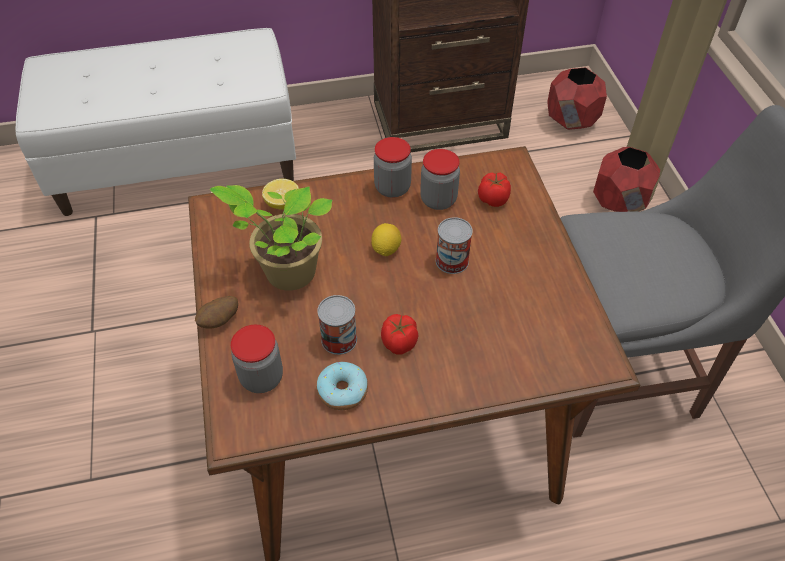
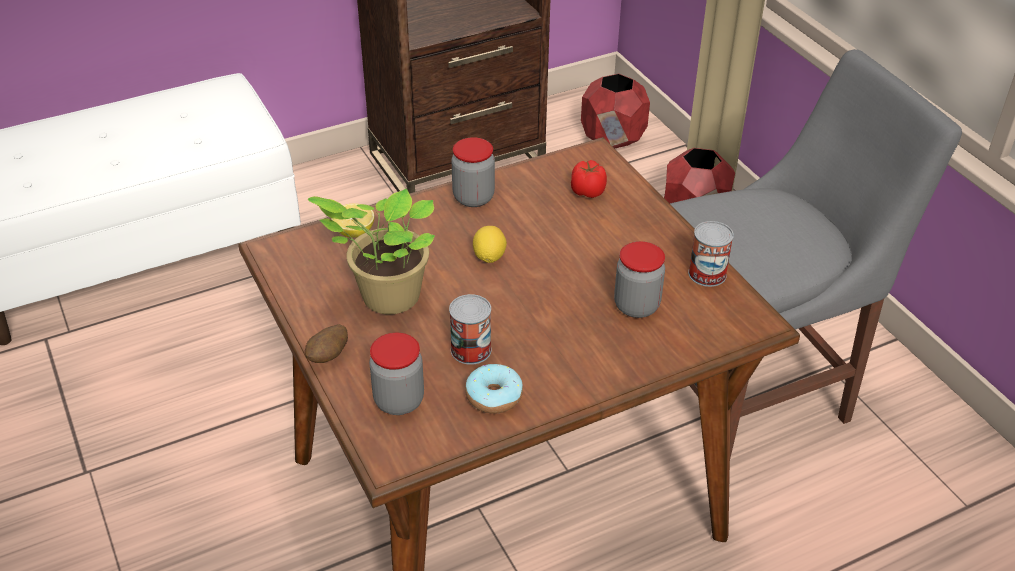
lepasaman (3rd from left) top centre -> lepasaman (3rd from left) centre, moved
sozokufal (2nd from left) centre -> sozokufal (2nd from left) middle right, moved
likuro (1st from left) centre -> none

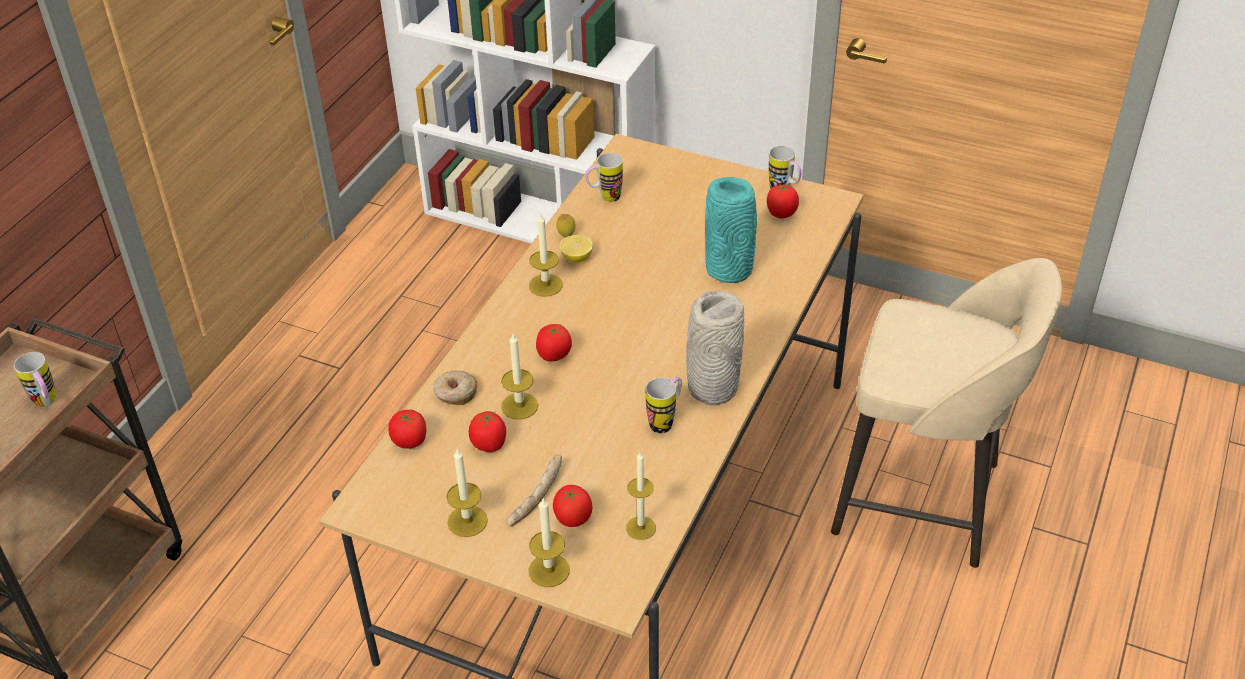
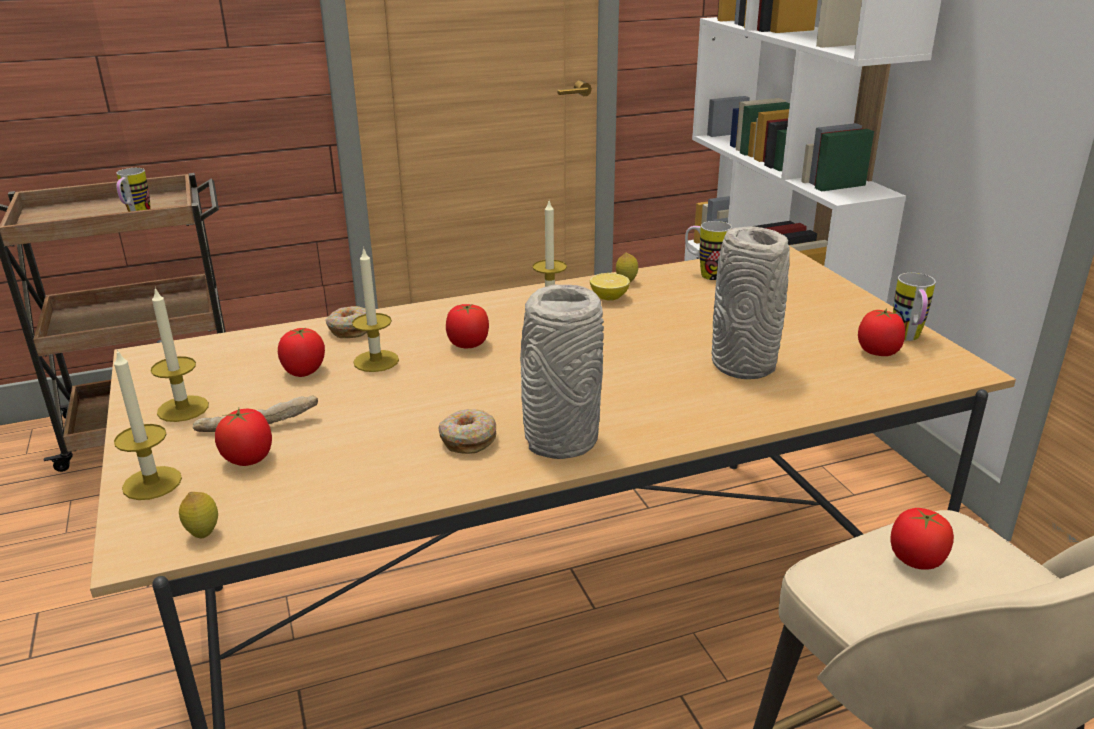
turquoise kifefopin centre -> grey kifefopin (2nd from left) middle right
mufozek (3rd from left) centre -> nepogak (2nd from left) centre
likuro (1st from left in the first image) middle left -> likuro (5th from left) bottom right, moved
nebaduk (5th from left) bottom centre -> none
none -> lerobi (1st from left) bottom left

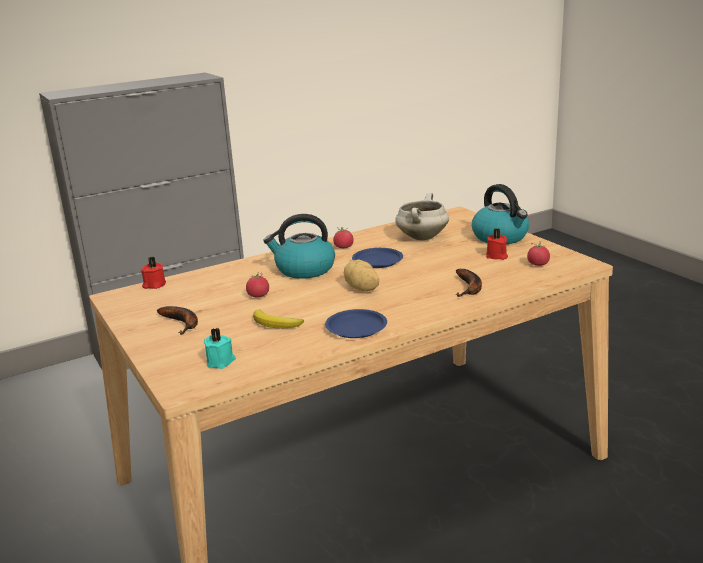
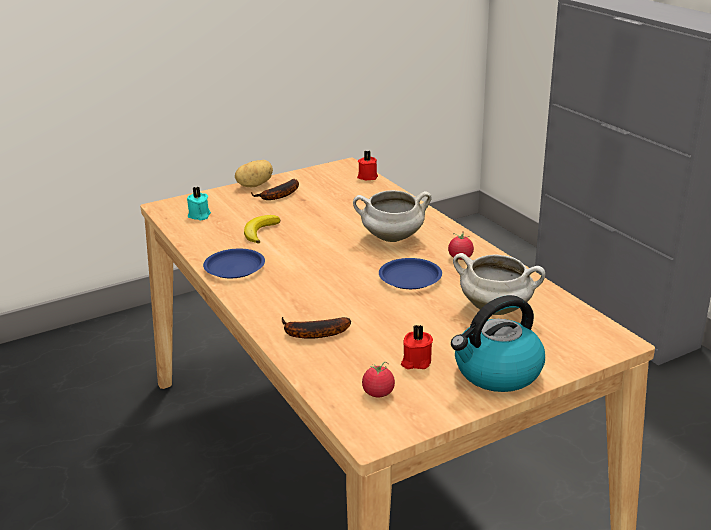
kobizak (1st from left) centre -> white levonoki (1st from left) centre
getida centre -> getida top centre, moved
likuro (1st from left) centre -> none

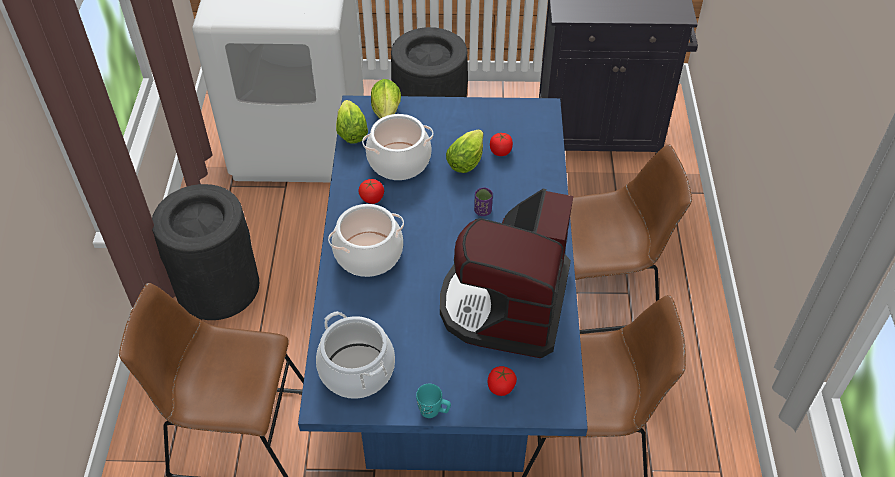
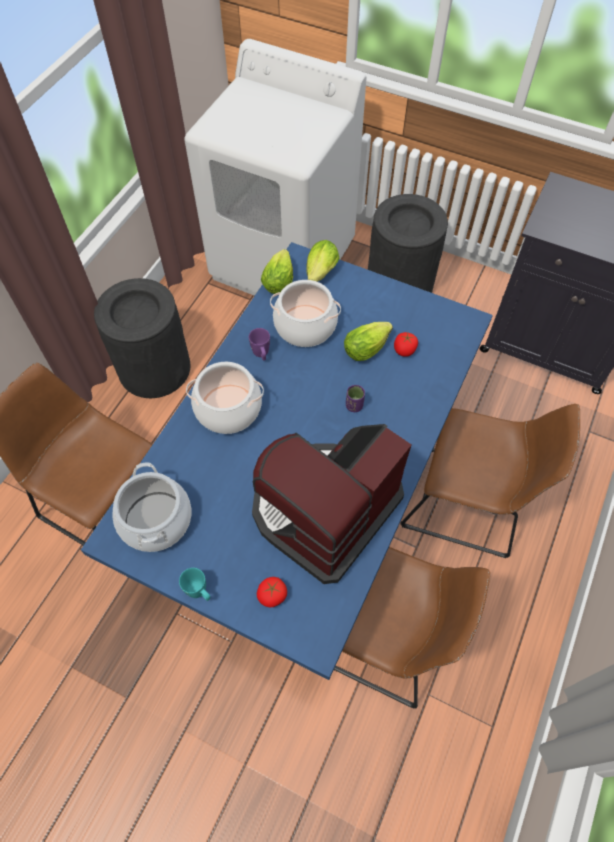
likuro (1st from left) centre -> purple mufozek centre

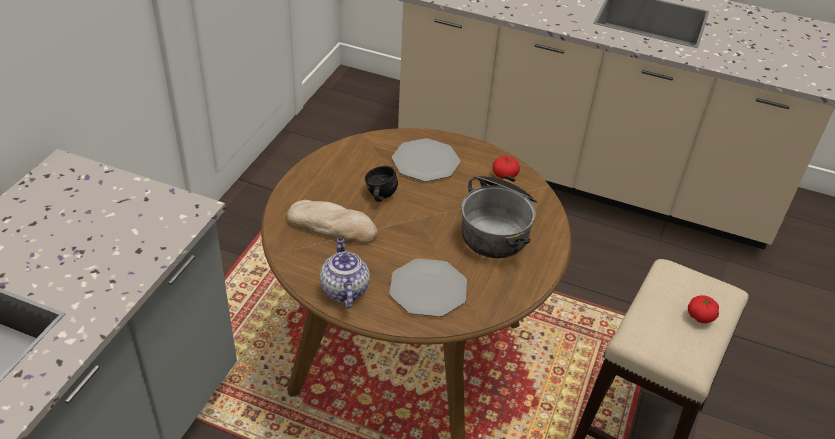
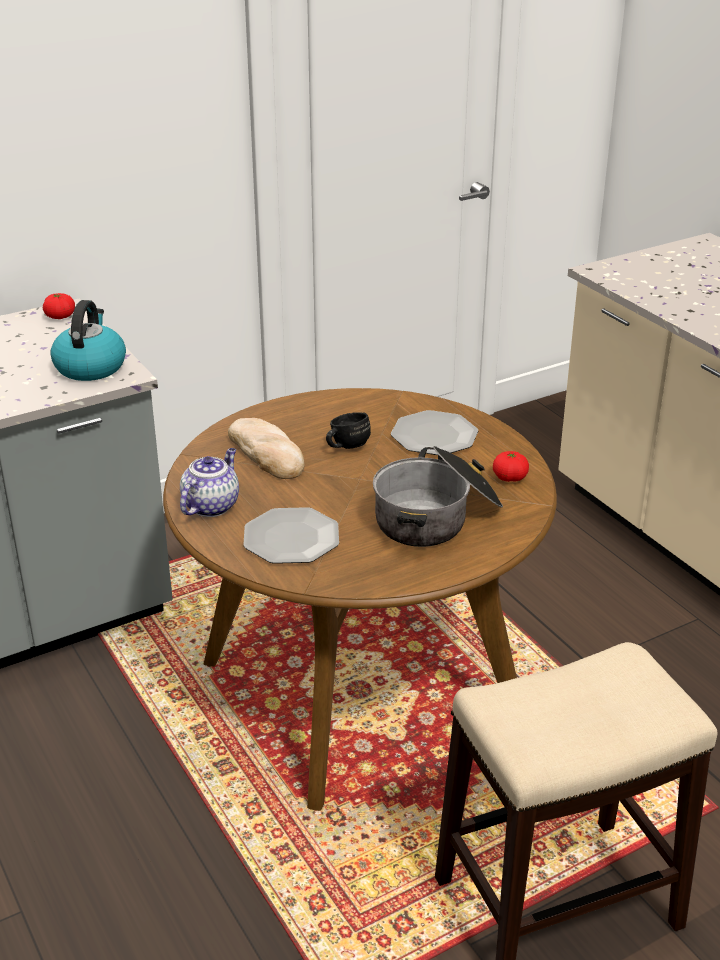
likuro (2nd from left in the first image) bottom right -> likuro (1st from left) top left, moved
none -> kobizak middle left

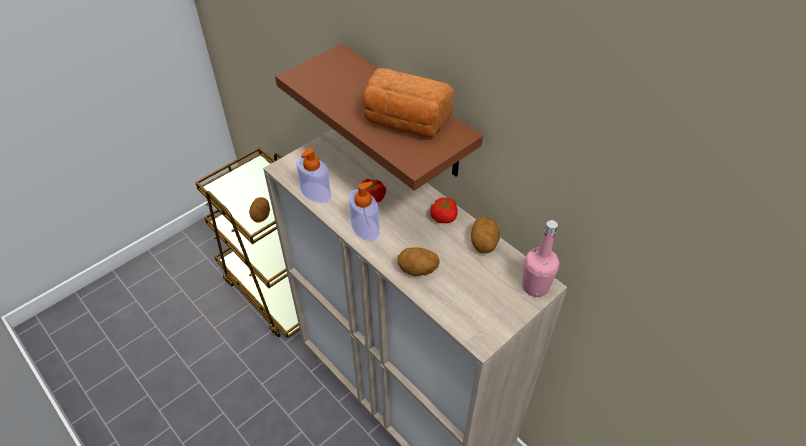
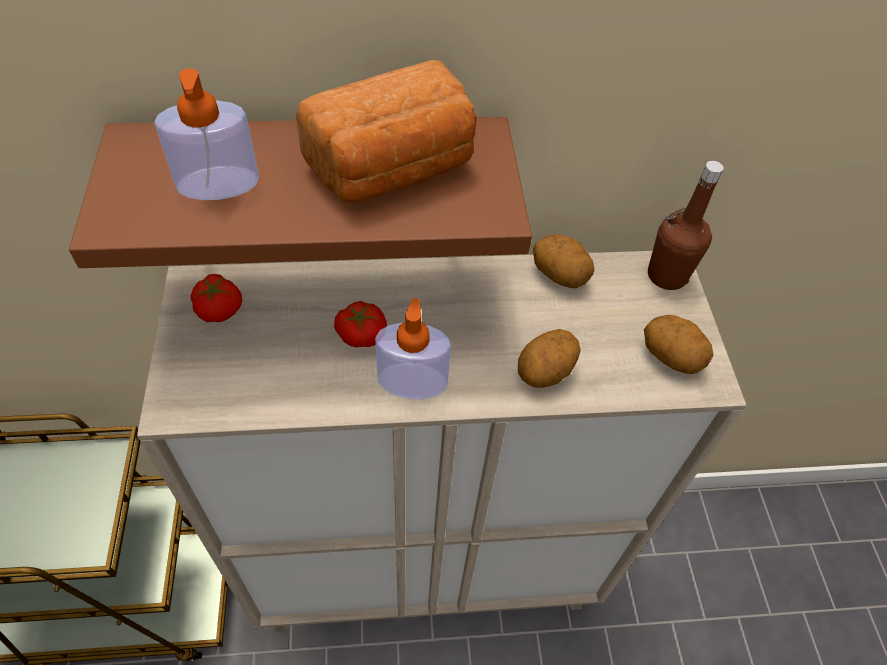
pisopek (1st from left) centre -> pisopek (1st from left) top left, moved
getida (1st from left in the first image) middle left -> getida (3rd from left) middle right, moved
likuro (2nd from left in the first image) centre -> likuro (1st from left) middle left, moved
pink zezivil middle right -> brown zezivil middle right

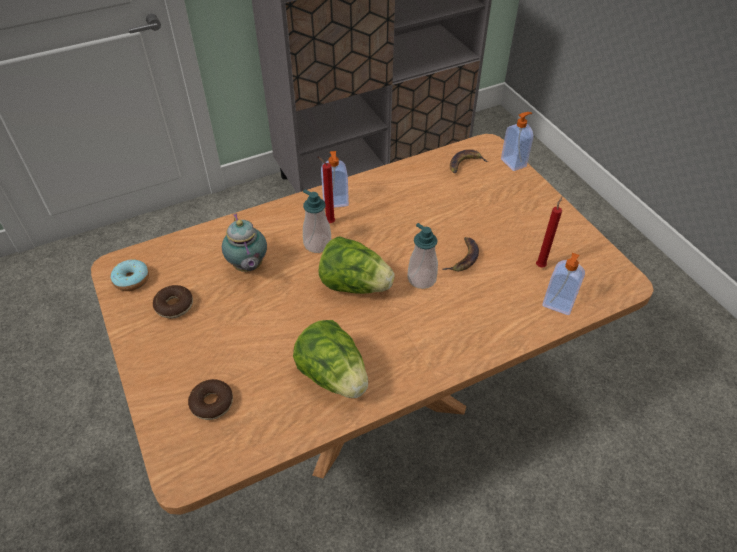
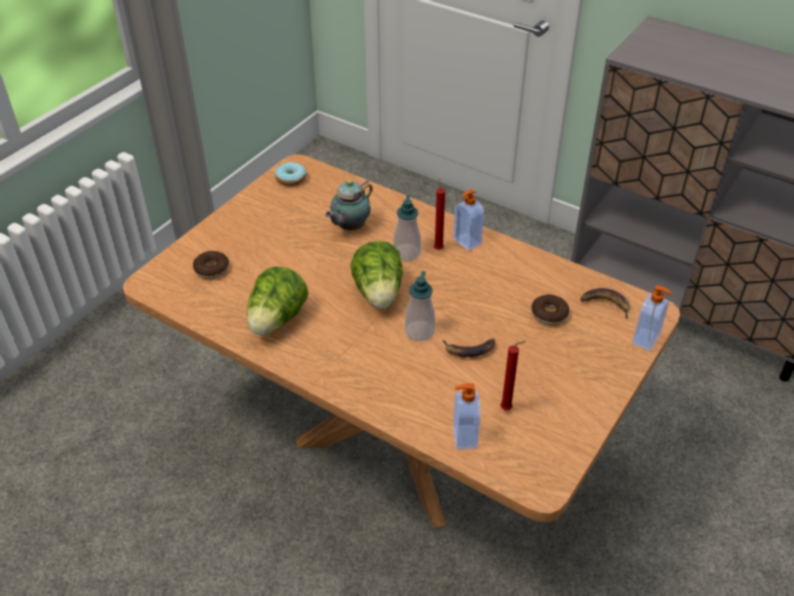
nepogak (2nd from left in the first image) middle left -> nepogak (3rd from left) middle right, moved

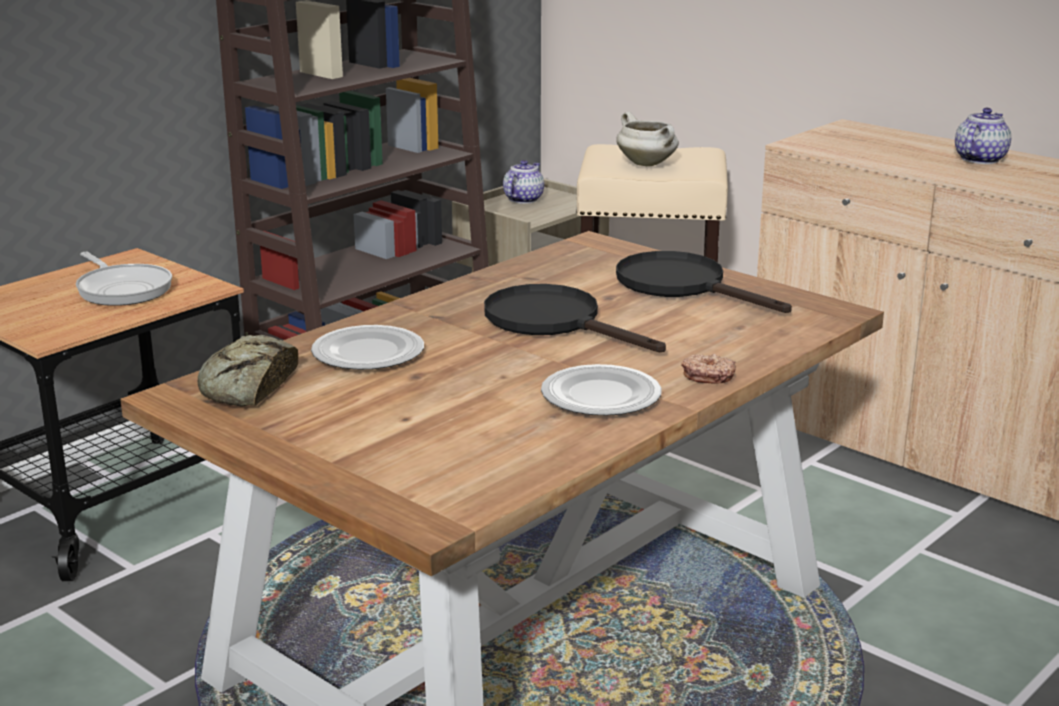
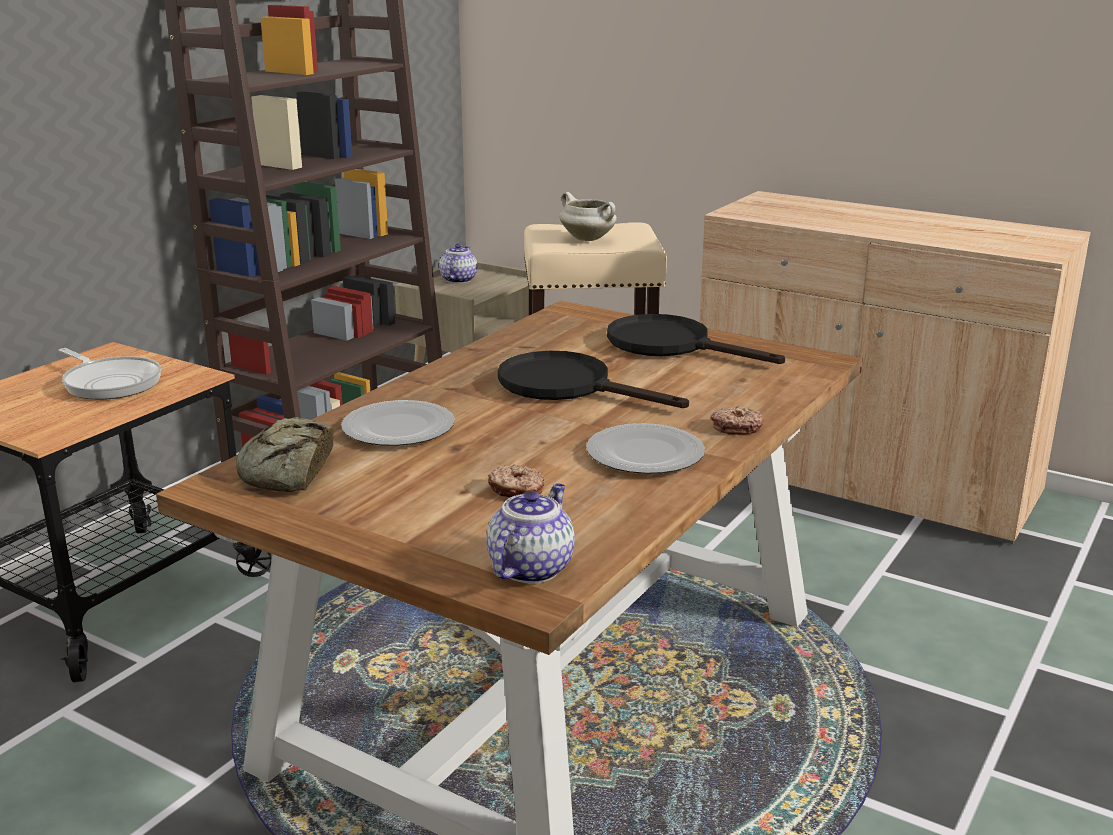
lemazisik (2nd from left) top right -> lemazisik (2nd from left) centre, moved
none -> nepogak (1st from left) centre

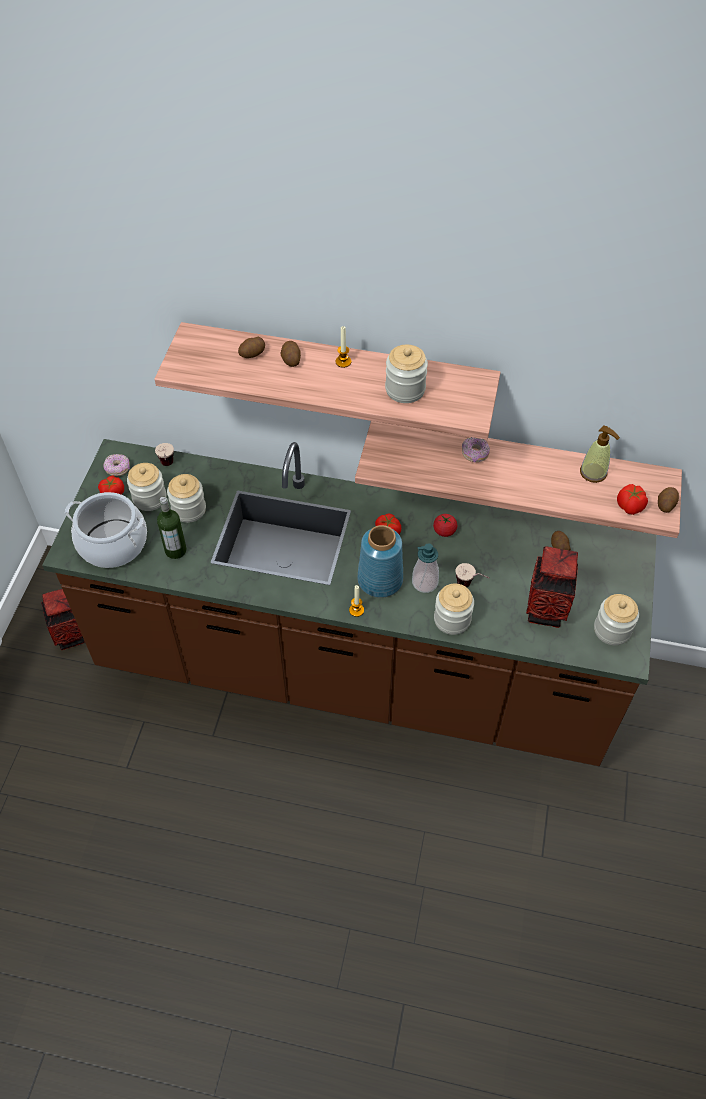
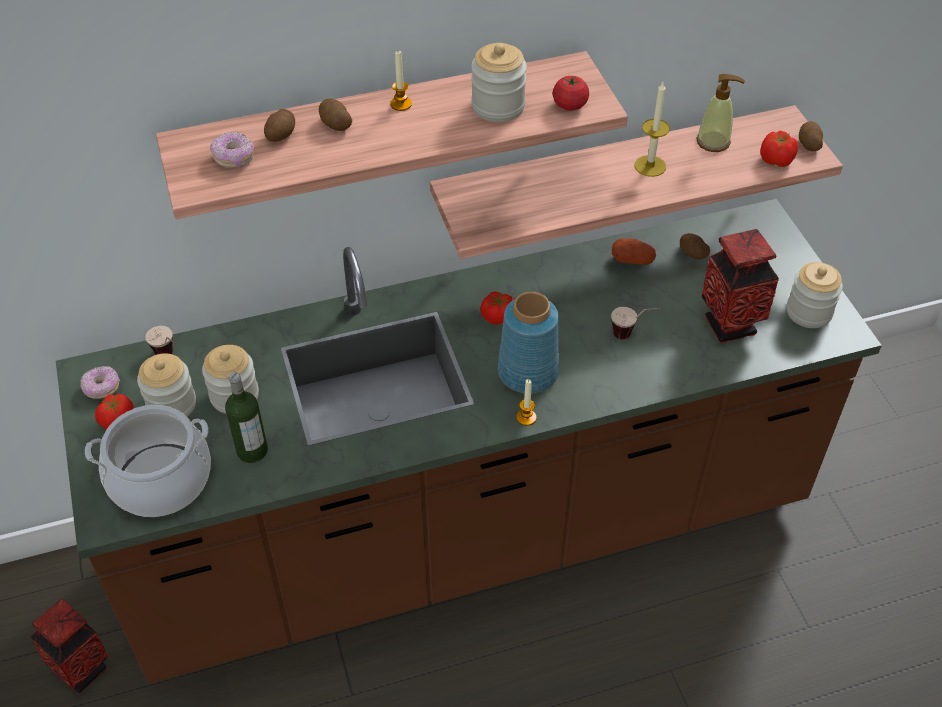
nepogak (2nd from left) middle right -> nepogak (2nd from left) top left, moved
likuro (3rd from left) centre -> likuro (3rd from left) top centre, moved
pisopek (1st from left) centre -> none
lepasaman (4th from left) centre -> none
none -> nebaduk (3rd from left) top right
none -> getida (3rd from left) middle right

